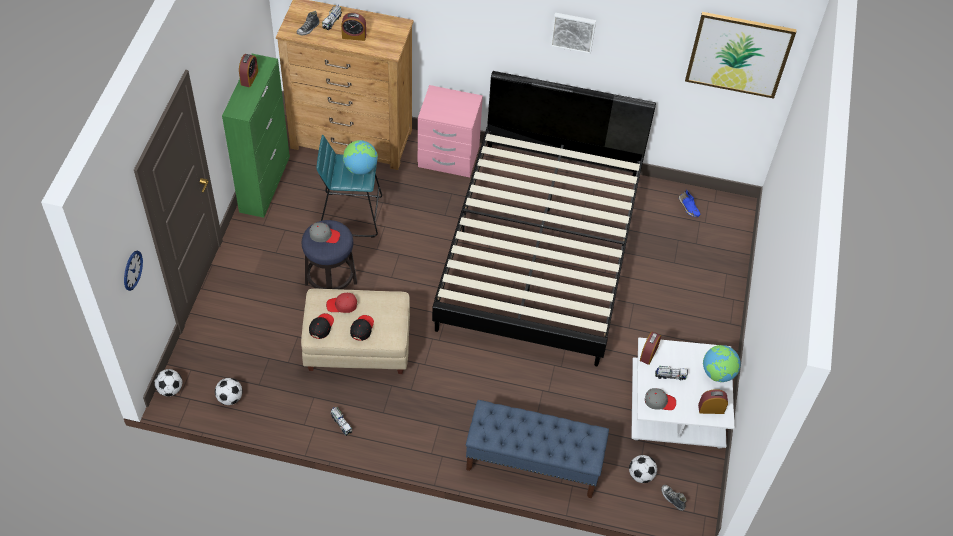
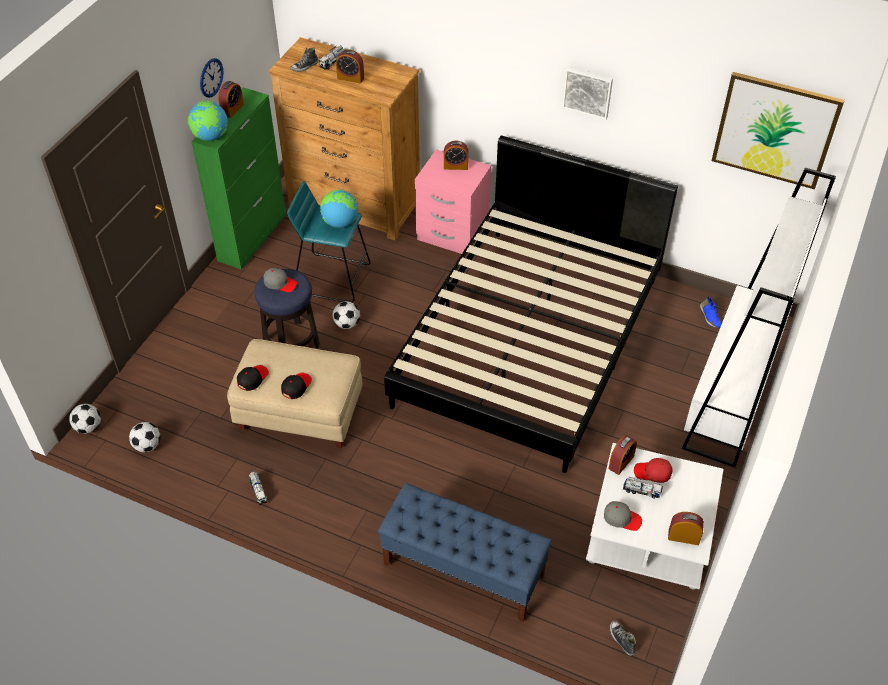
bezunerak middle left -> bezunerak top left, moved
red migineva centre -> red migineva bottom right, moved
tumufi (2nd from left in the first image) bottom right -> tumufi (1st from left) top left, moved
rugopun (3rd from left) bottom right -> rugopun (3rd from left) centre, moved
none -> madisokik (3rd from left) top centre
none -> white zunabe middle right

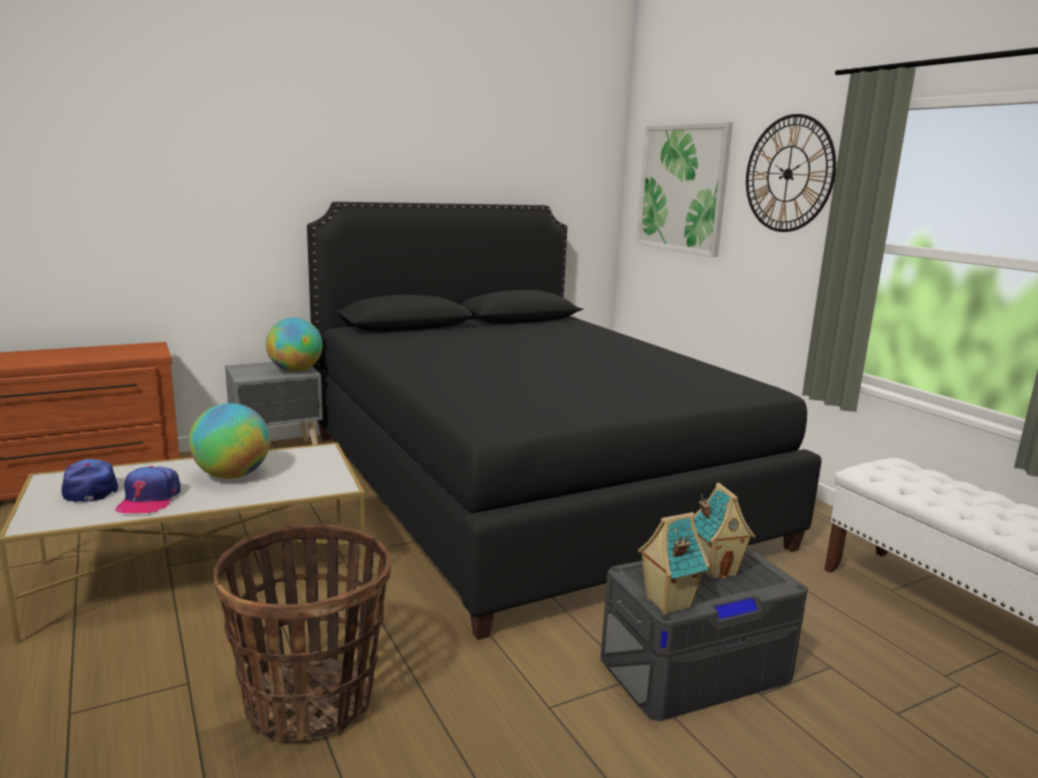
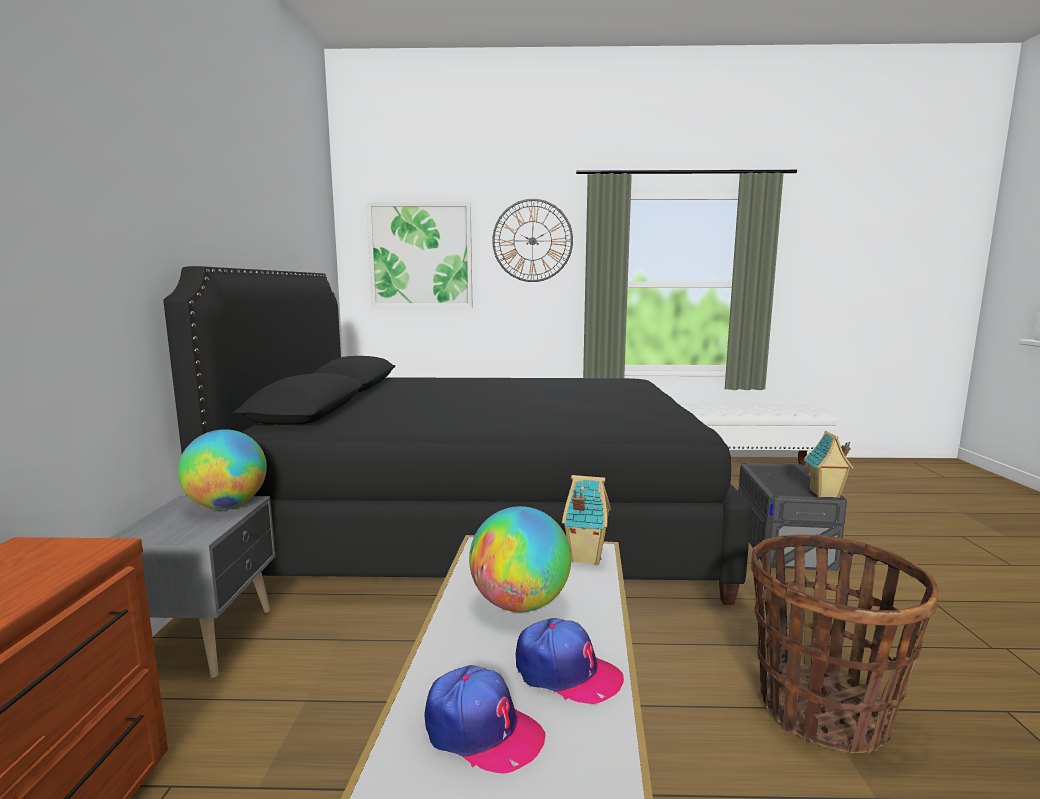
migineva (1st from left) middle left -> migineva (1st from left) bottom centre, 150 degrees counterclockwise
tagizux (2nd from left in the first image) bottom right -> tagizux (1st from left) centre, moved

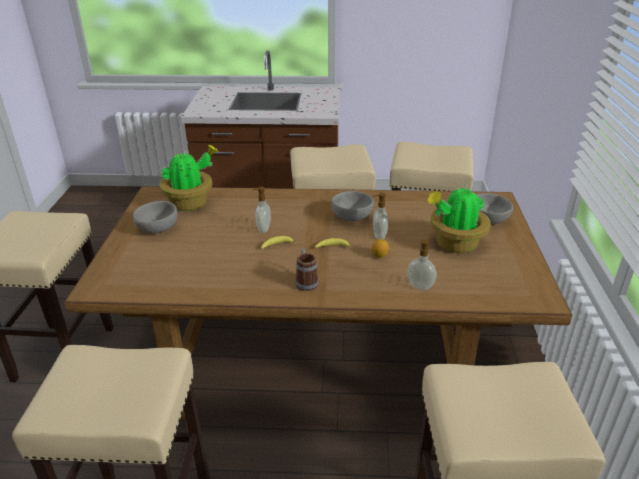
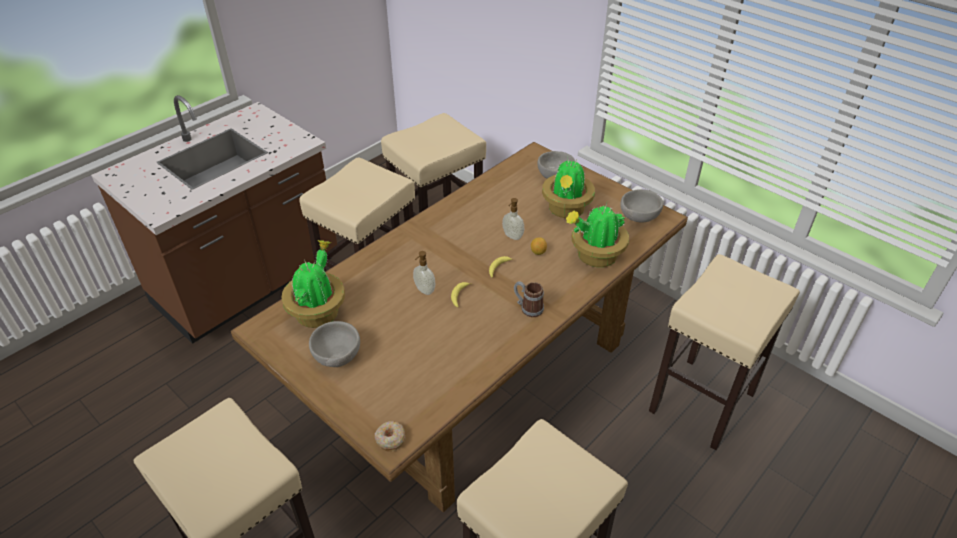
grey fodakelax (2nd from left in the first image) centre -> grey fodakelax (3rd from left) middle right, moved
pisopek (3rd from left) centre -> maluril (3rd from left) centre
none -> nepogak bottom centre

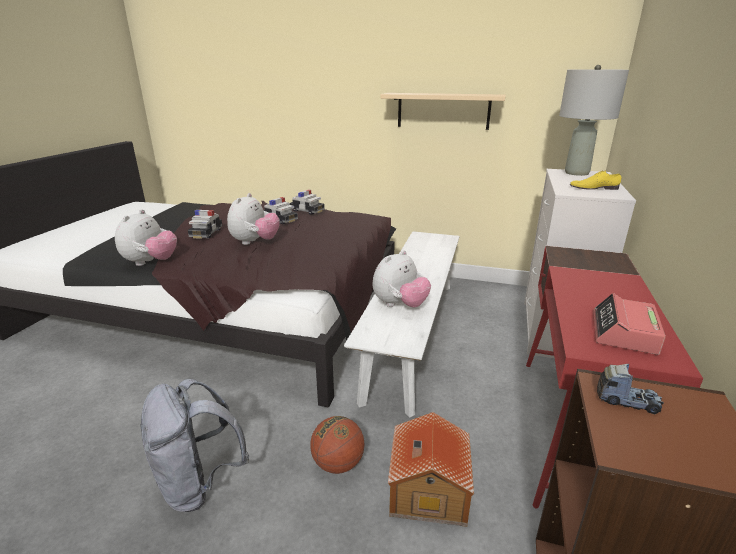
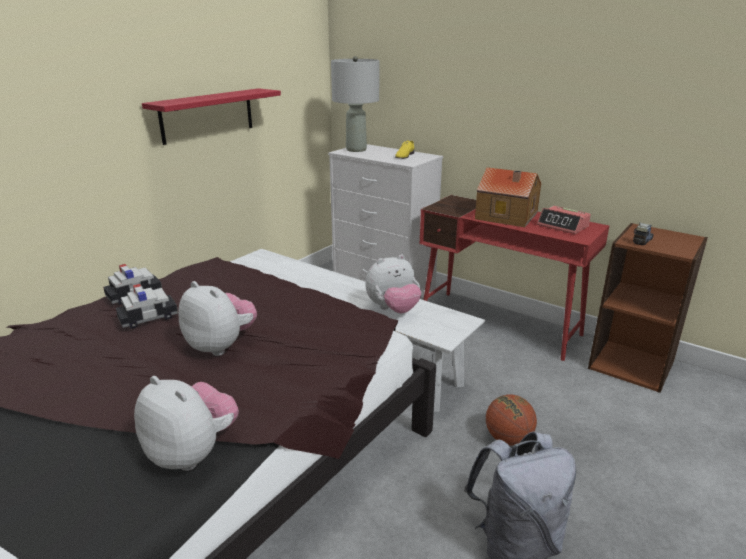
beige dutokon top centre -> red dutokon top left
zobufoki (1st from left) middle left -> none
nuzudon (3rd from left) centre, 90 degrees clockwise
tagizux bottom centre -> tagizux middle right, moved

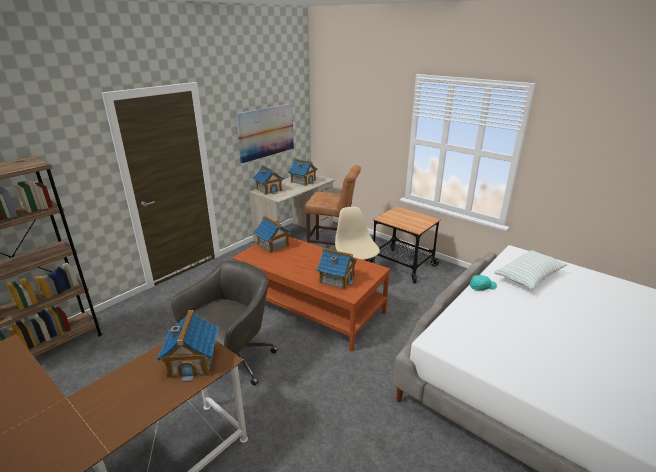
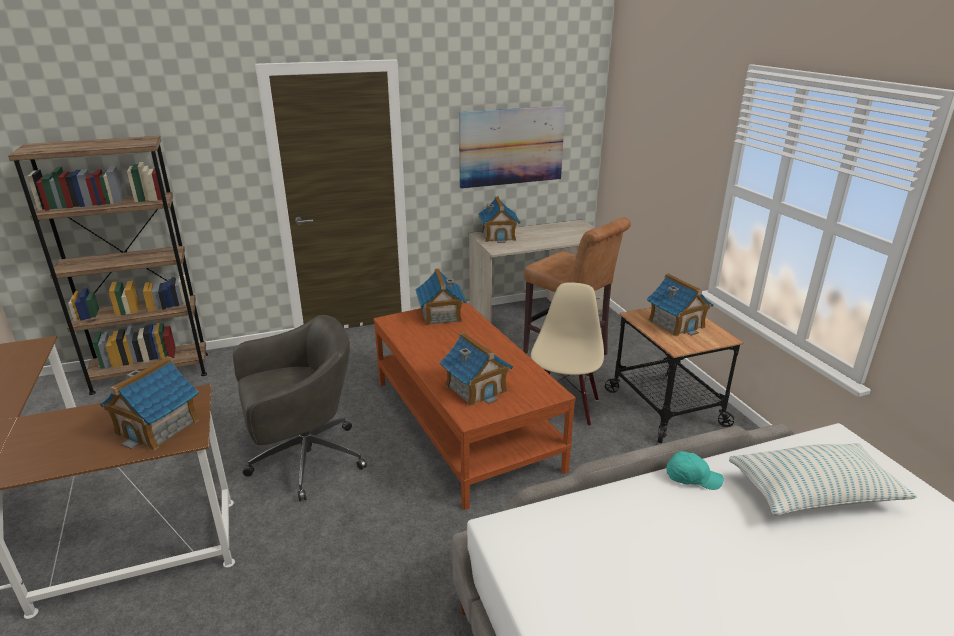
tagizux (4th from left in the first image) centre -> tagizux (5th from left) middle right, moved

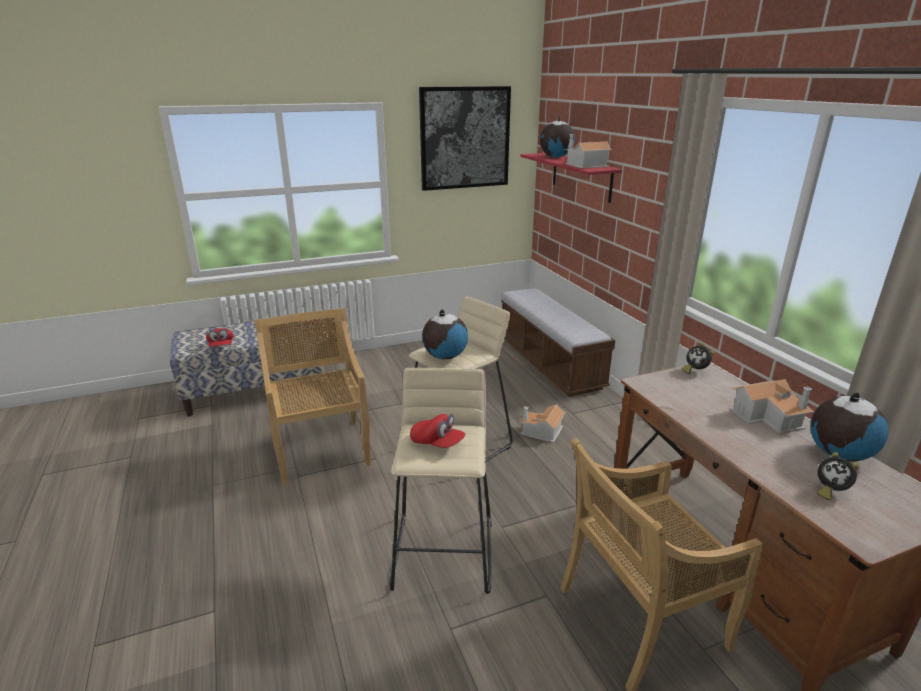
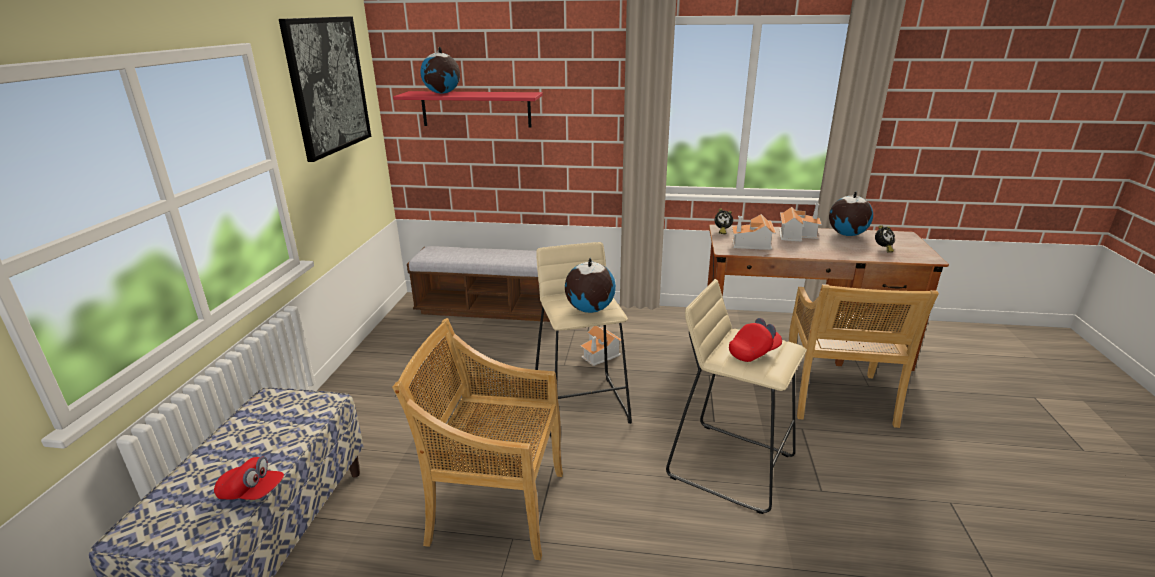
tagizux (2nd from left) top centre -> tagizux (2nd from left) centre, moved

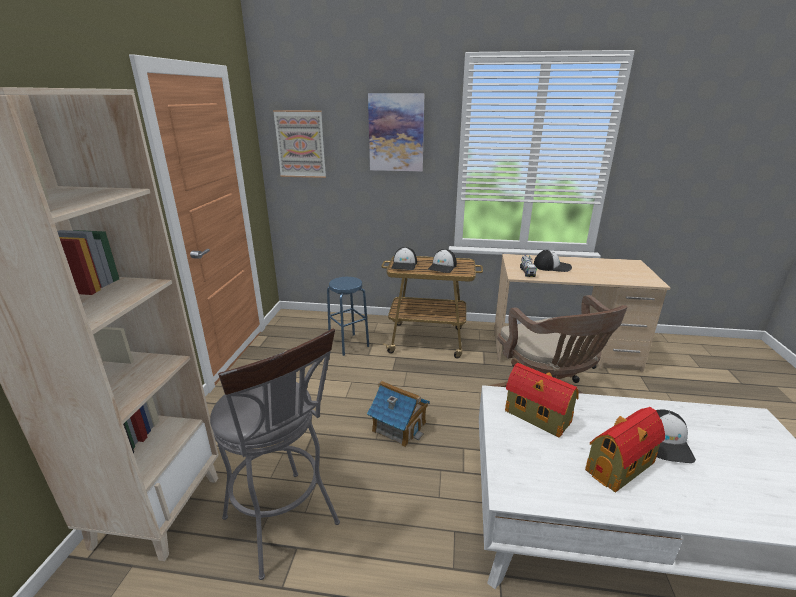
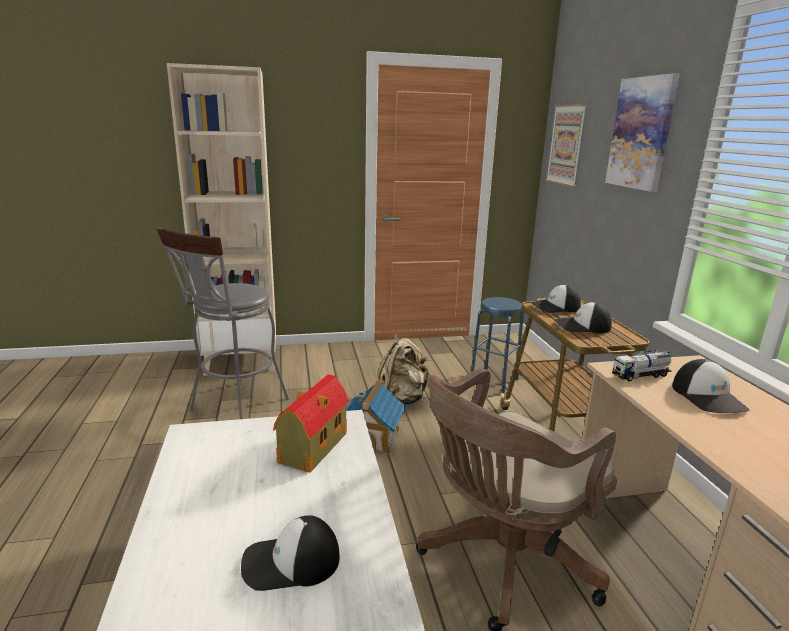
tagizux (3rd from left) bottom right -> none
none -> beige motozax centre

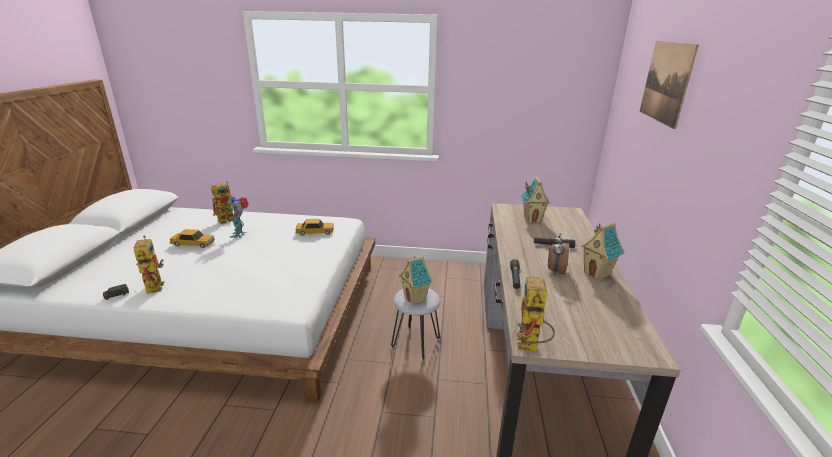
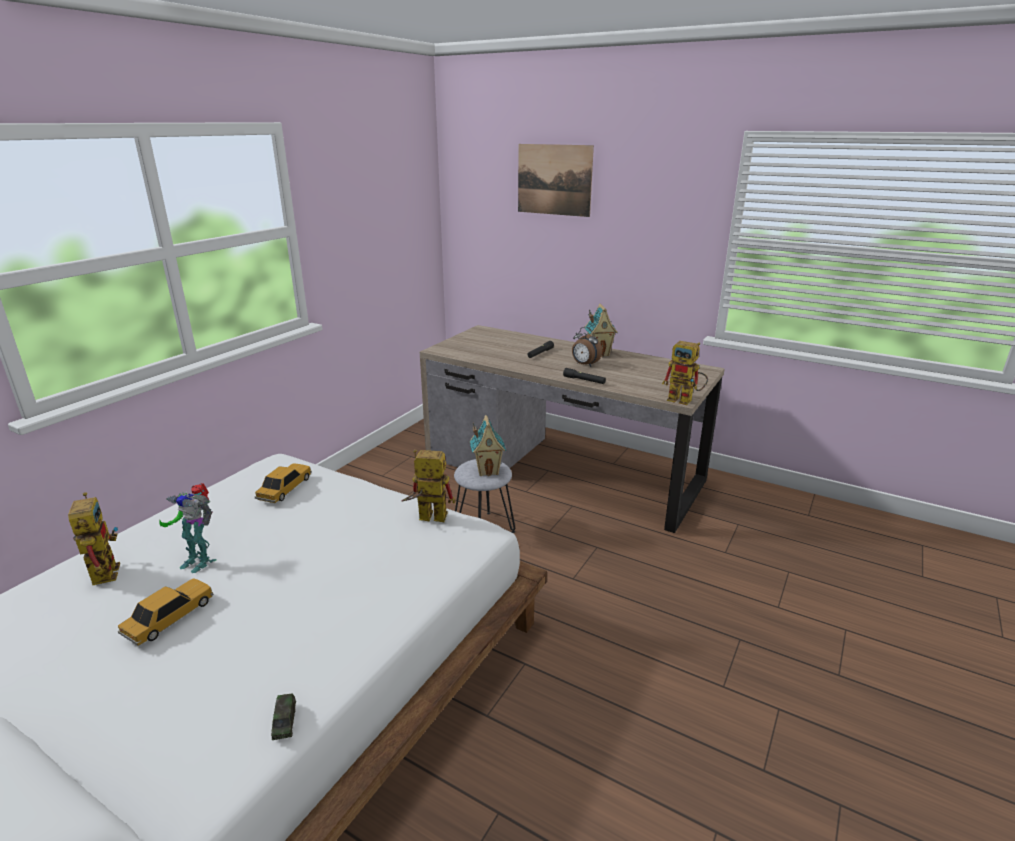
tagizux (2nd from left) centre -> none
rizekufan (1st from left in the first image) middle left -> rizekufan (3rd from left) centre, moved

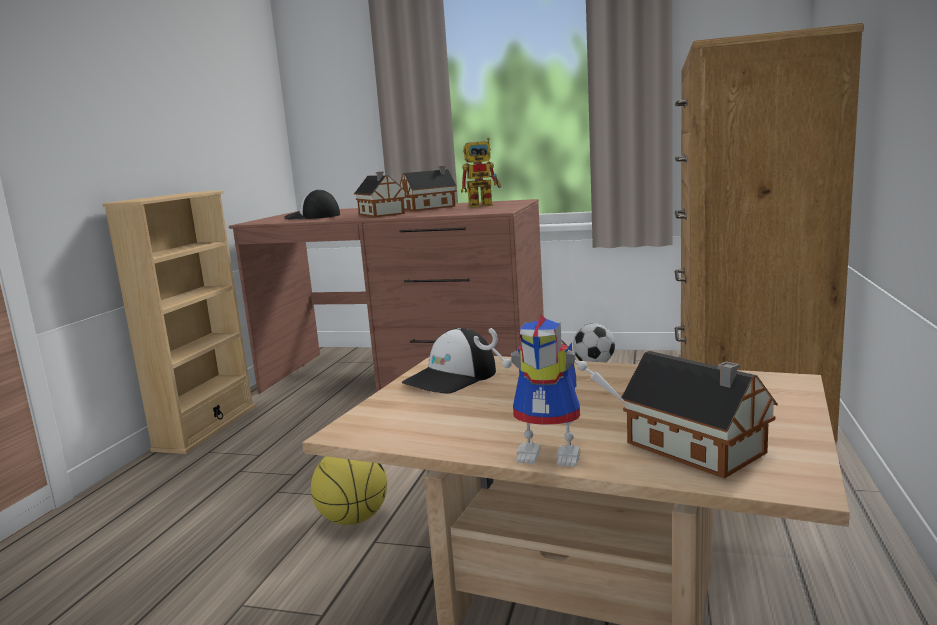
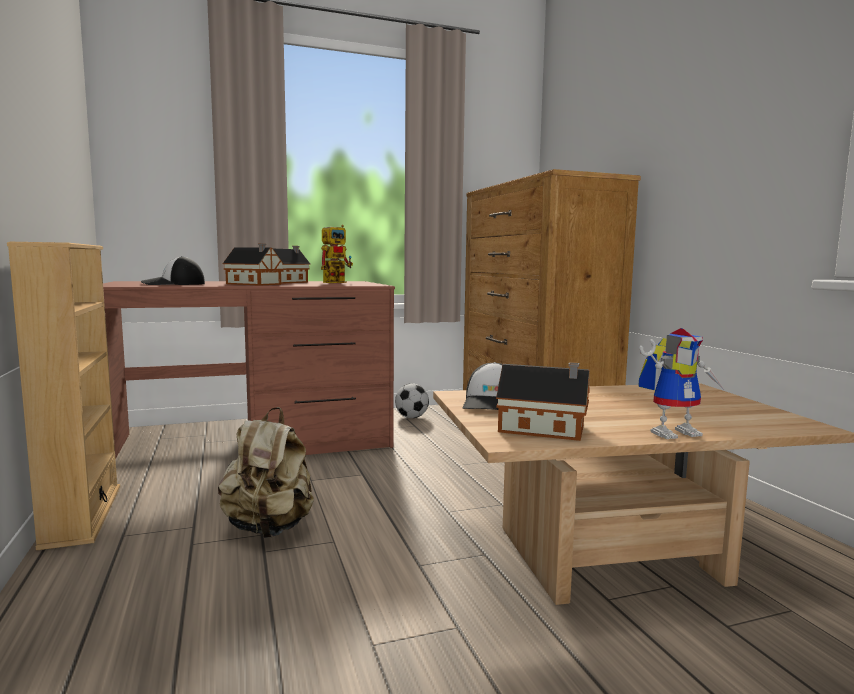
tagizux (3rd from left) middle right -> tagizux (3rd from left) centre, moved
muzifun bottom centre -> none
none -> beige motozax bottom left

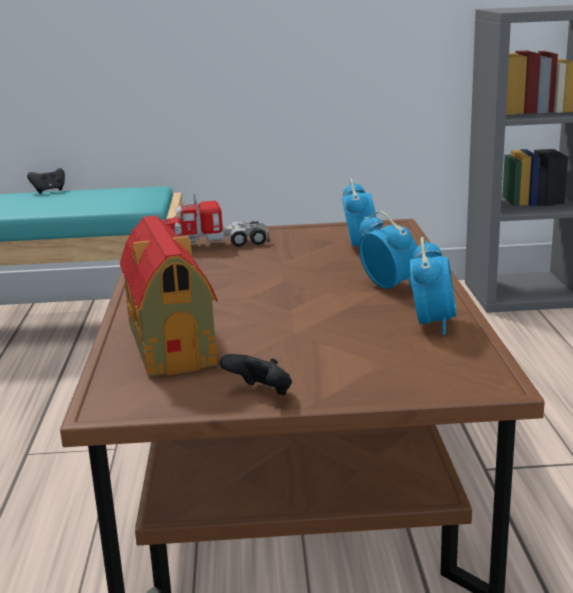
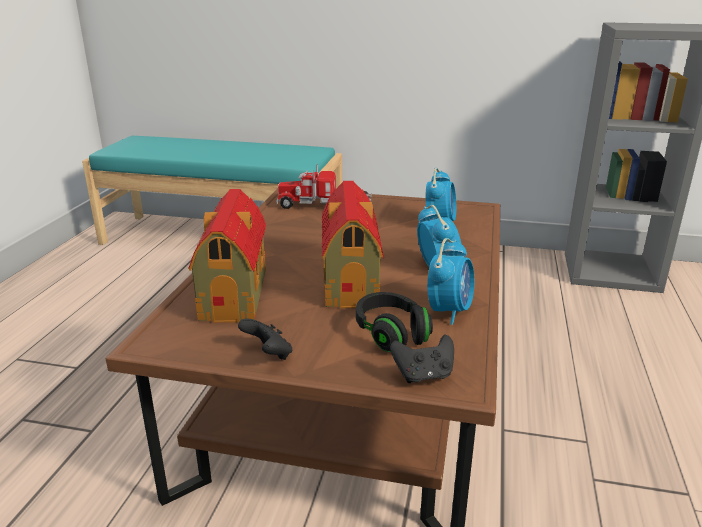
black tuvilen (1st from left in the first image) top left -> black tuvilen (2nd from left) bottom centre, moved
none -> tagizux (2nd from left) centre
none -> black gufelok centre

